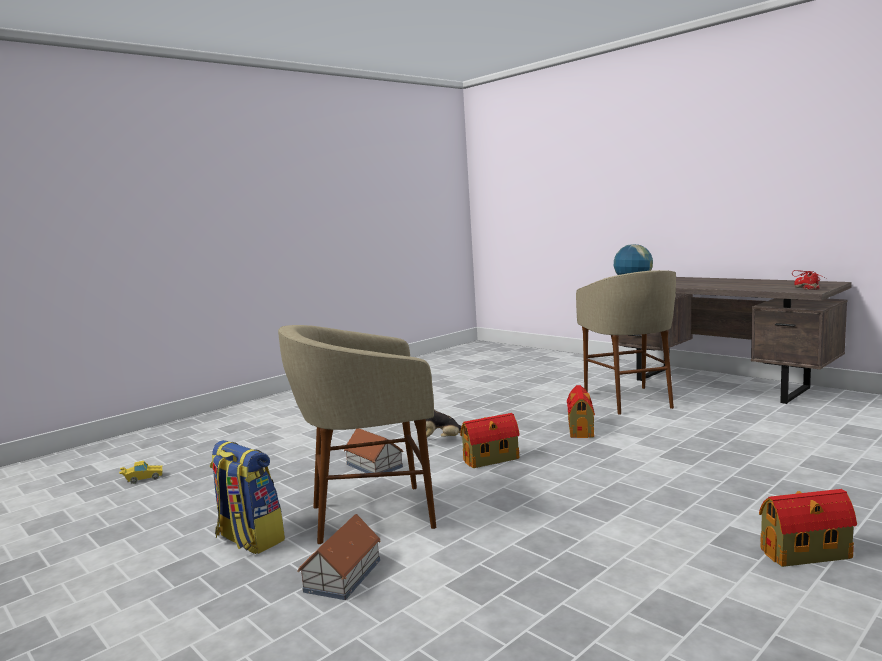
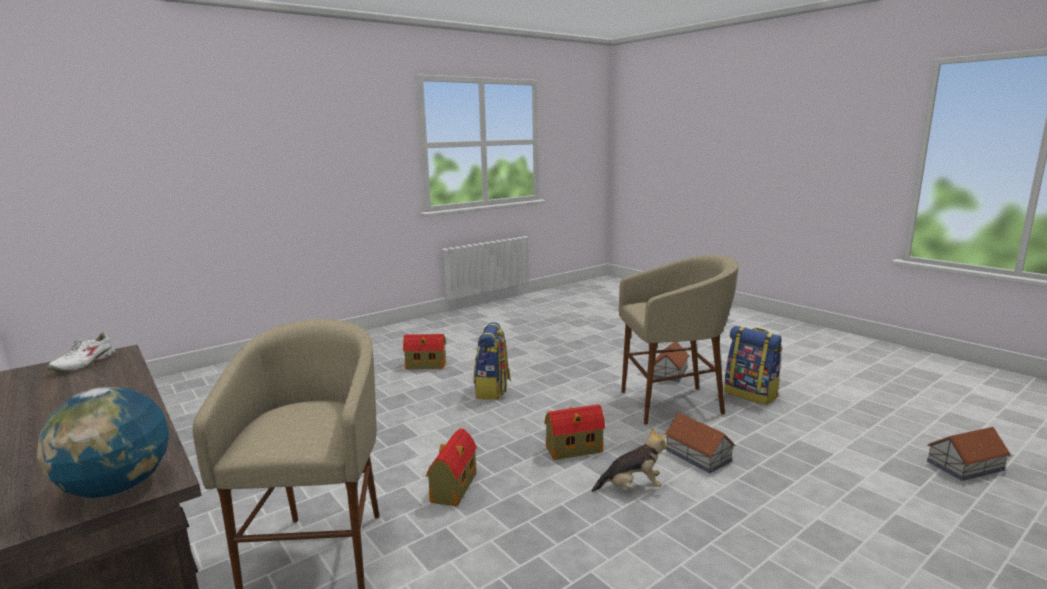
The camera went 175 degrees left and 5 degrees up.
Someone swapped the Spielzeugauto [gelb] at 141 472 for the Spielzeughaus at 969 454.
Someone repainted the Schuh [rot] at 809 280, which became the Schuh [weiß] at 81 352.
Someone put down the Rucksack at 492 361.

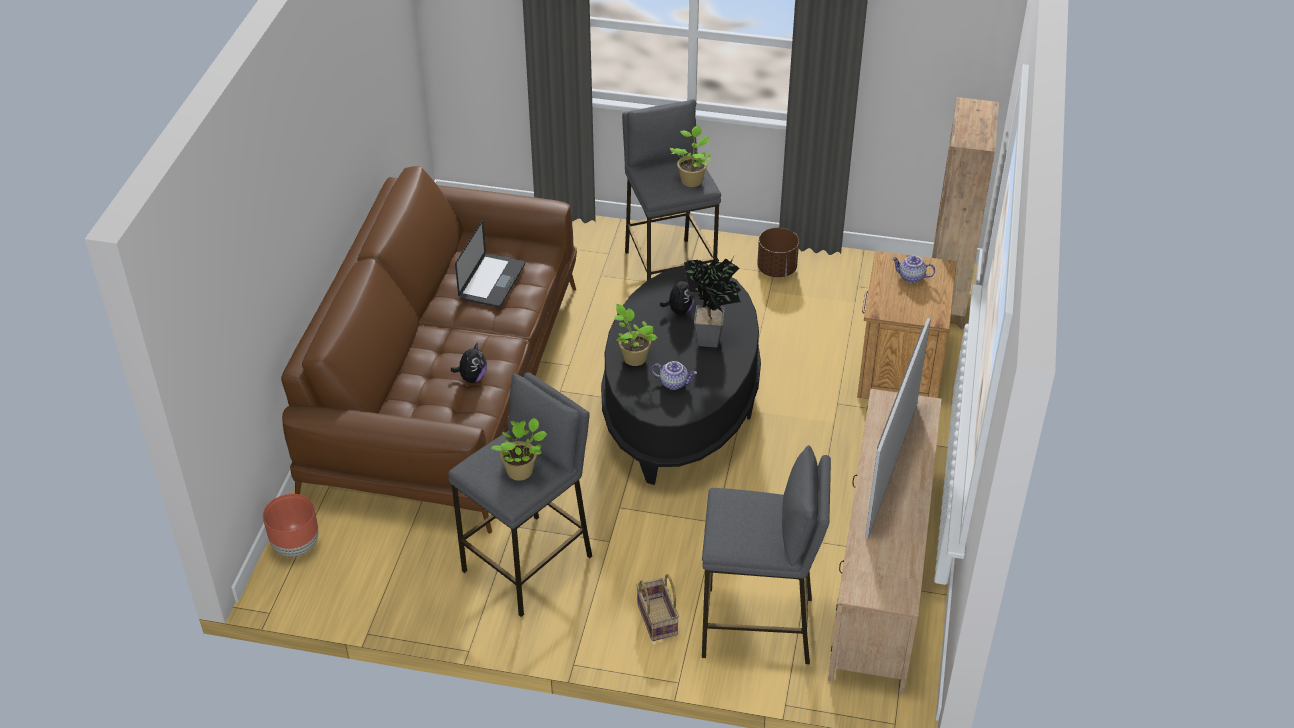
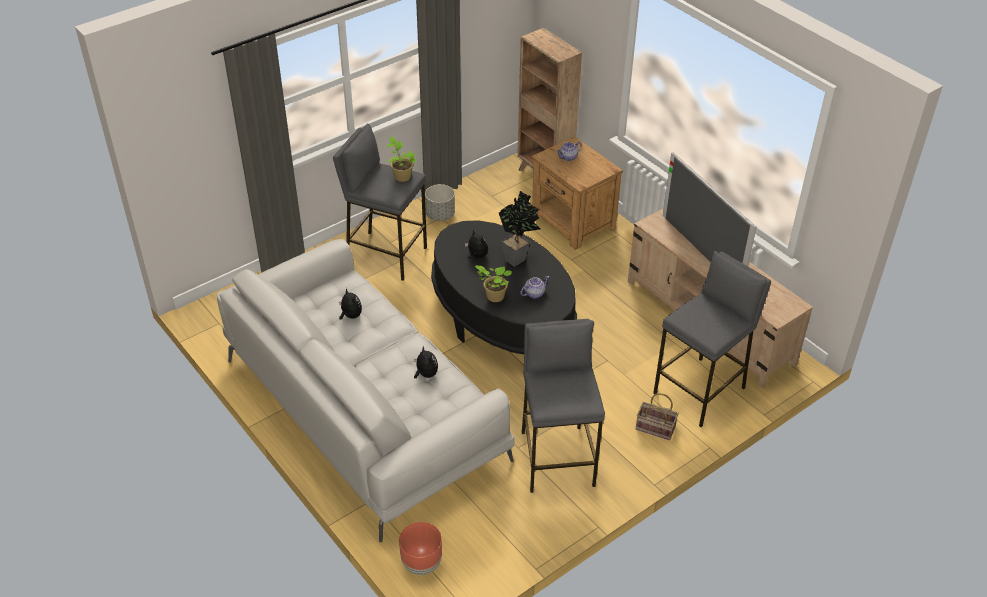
The camera went 50 degrees left and 0 degrees up.
Someone repainted the Sofa [braun] at 429 350, which became the Sofa [weiß] at 365 391.
Someone swapped the Laptop at 490 264 for the Plüschtier at 350 304.
Someone took away the Topfpflanze at 519 449.
Someone repainted the Pflanzkübel [braun] at 778 252, which became the Pflanzkübel [grau] at 440 202.

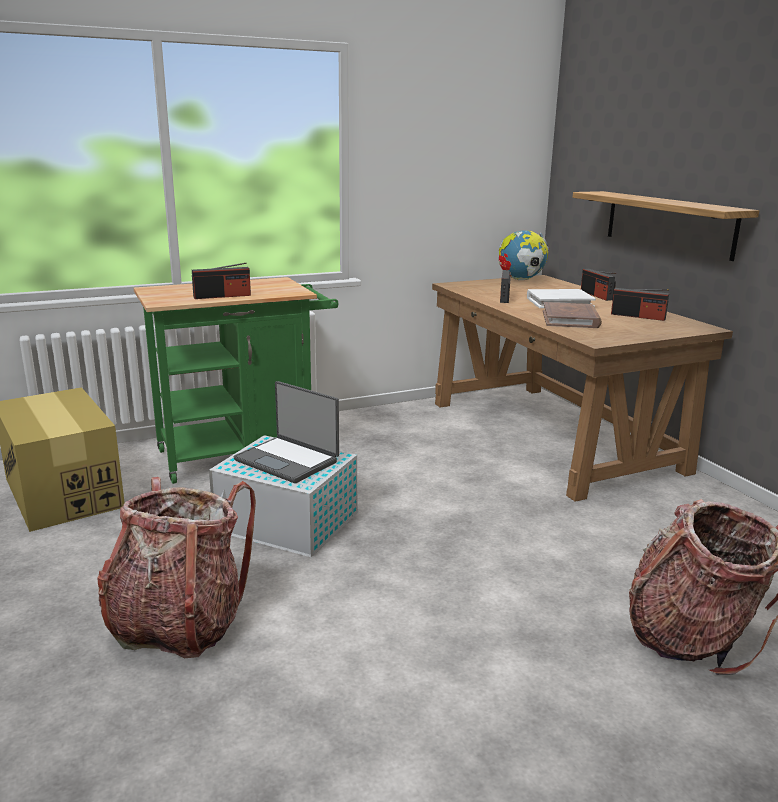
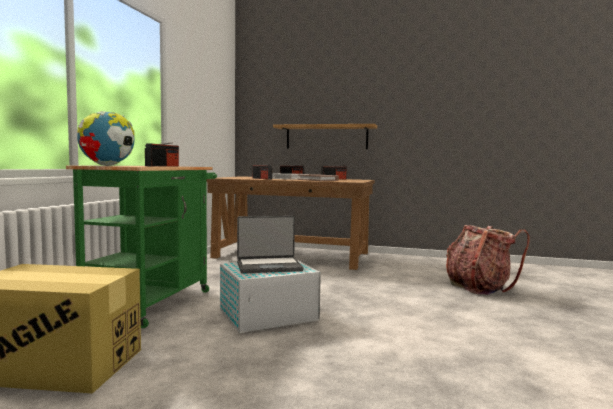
The camera went 50 degrees left and 15 degrees down.
Someone took away the Rucksack at 176 567.
Someone carried the Globus from 524 255 to 106 138.

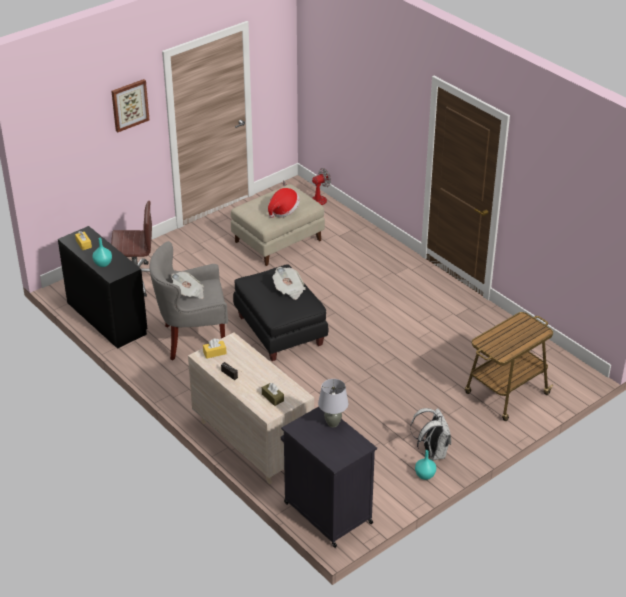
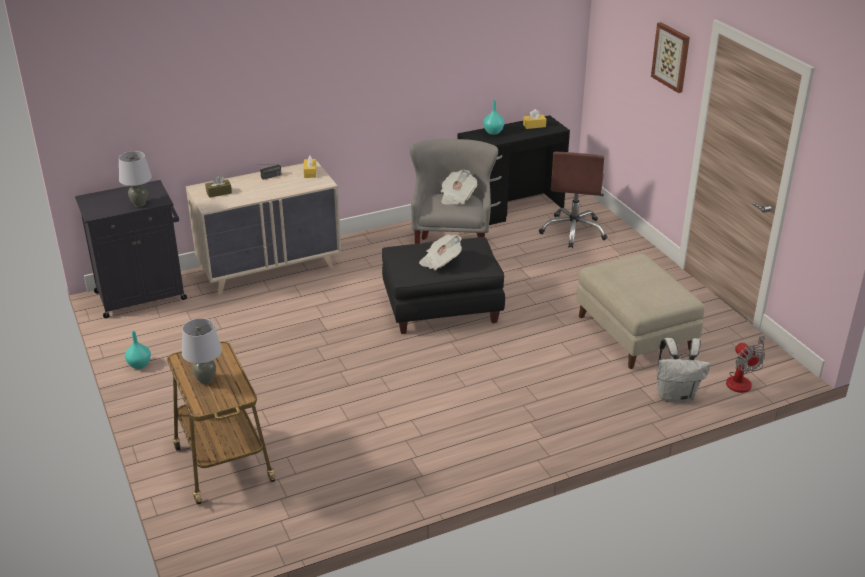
The camera went 105 degrees right and 5 degrees down.
Someone took away the Hut at 284 203.
Someone carried the Rucksack [weiß] from 430 434 to 683 370.
Someone put down the Tischlampe [grau] at 202 351.

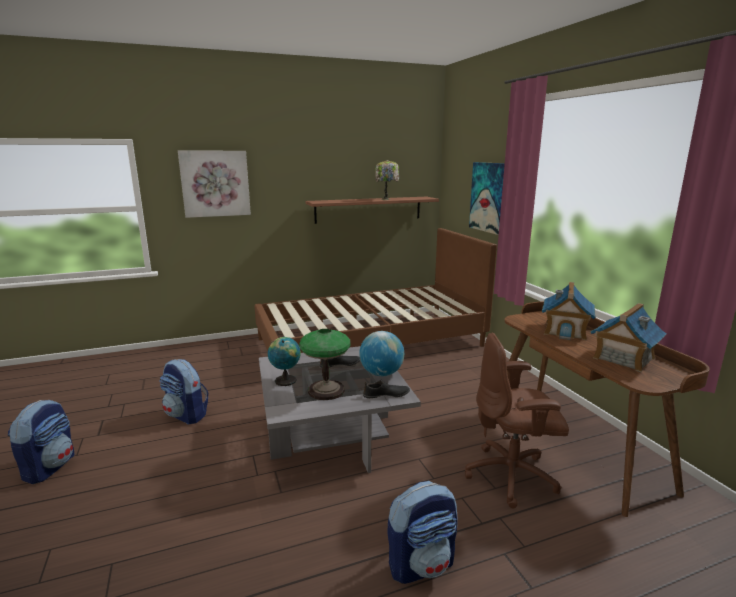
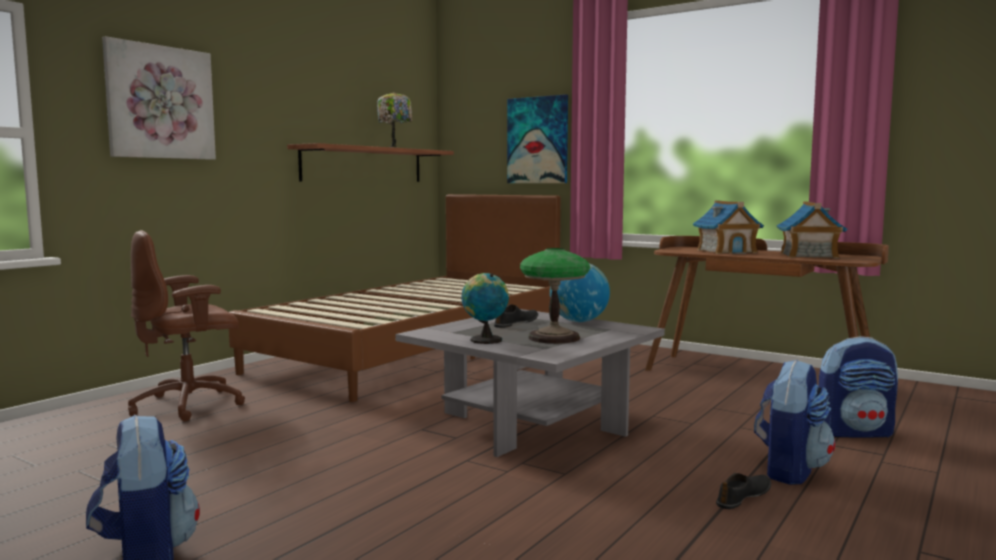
The camera went 35 degrees left and 10 degrees down.
Someone carried the Rucksack from 183 391 to 858 387.
Someone carried the Schuh [schwarz] from 386 389 to 743 491.
Someone carried the Bürostuhl [braun] from 517 421 to 186 325.

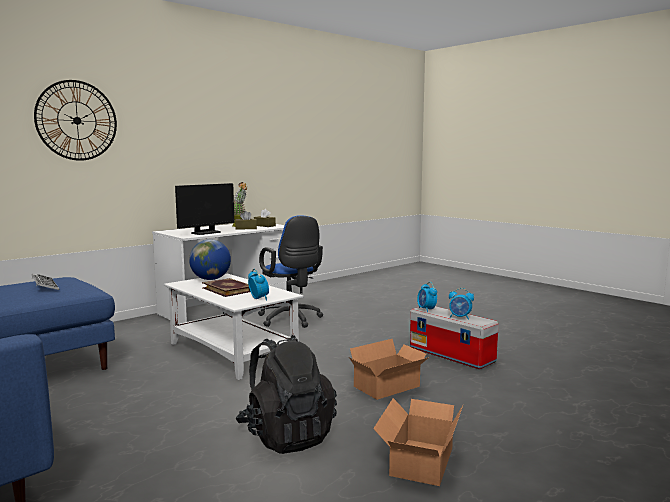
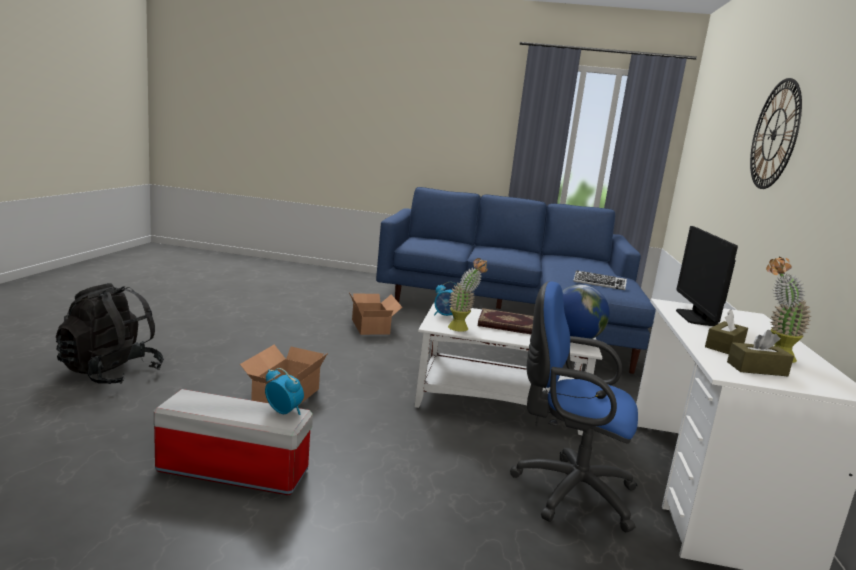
The camera went 140 degrees right and 5 degrees up.
Someone carried the Rucksack [schwarz] from 286 394 to 110 333.
Someone carried the Karton from 418 442 to 375 313.
Someone took away the Wecker at 461 304.
Someone put down the Topfpflanze at 467 294.

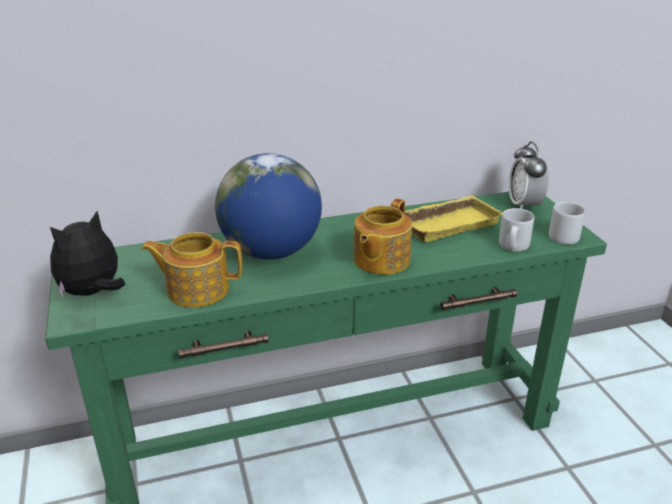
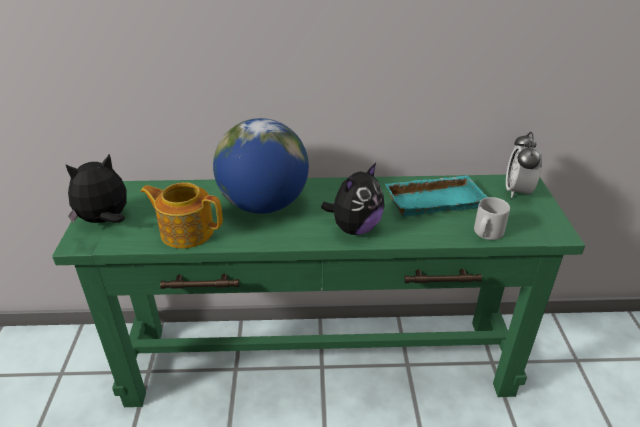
The camera went 15 degrees right and 5 degrees up.
Someone swapped the Teekanne at 383 236 for the Plüschtier at 353 199.
Someone repainted the Tablett [gelb] at 454 219, which became the Tablett [türkis] at 436 196.
Someone took away the Henkelbecher [grau] at 567 223.

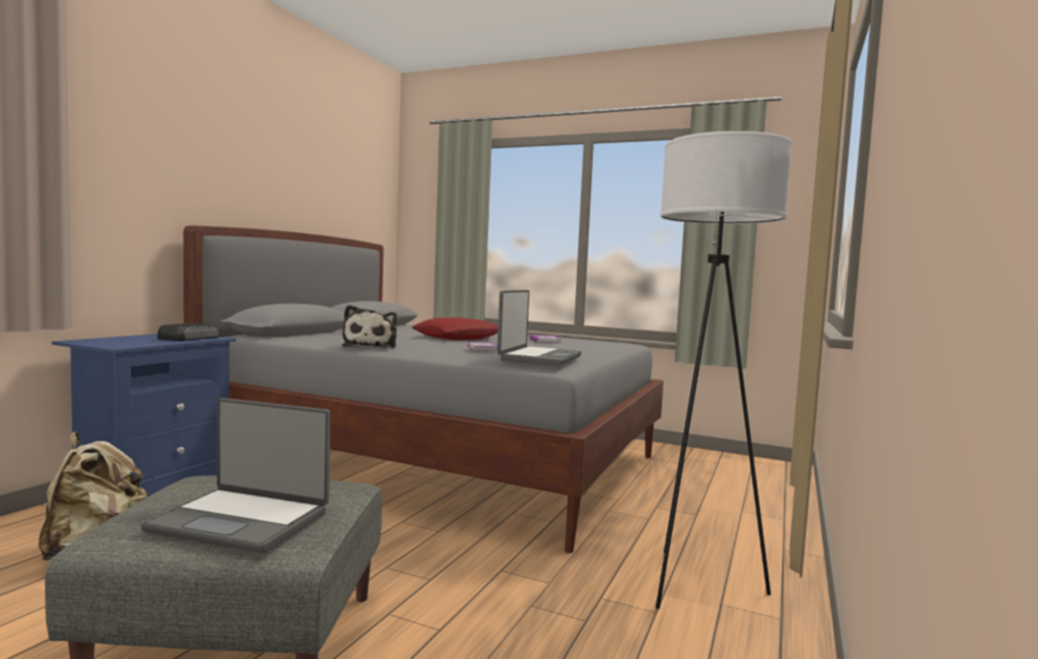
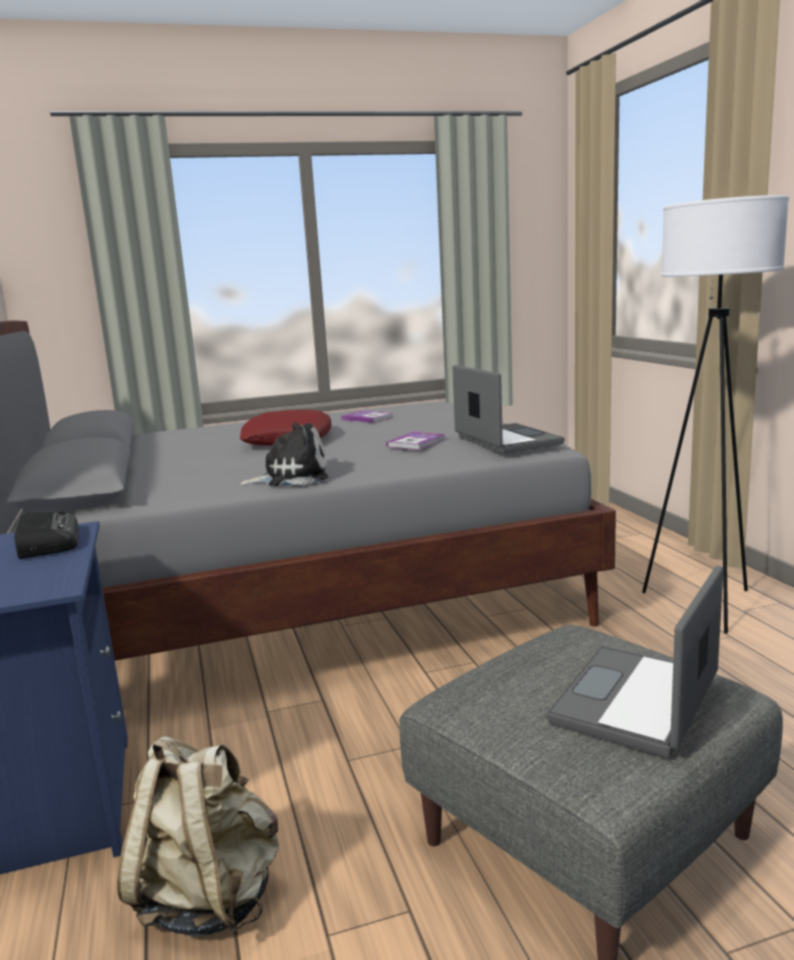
The camera went 40 degrees left and 10 degrees up.
Someone rotated the Laptop at 235 475 by 150 degrees clockwise.
Someone rotated the Plüschtier at 369 326 by 60 degrees counterclockwise.

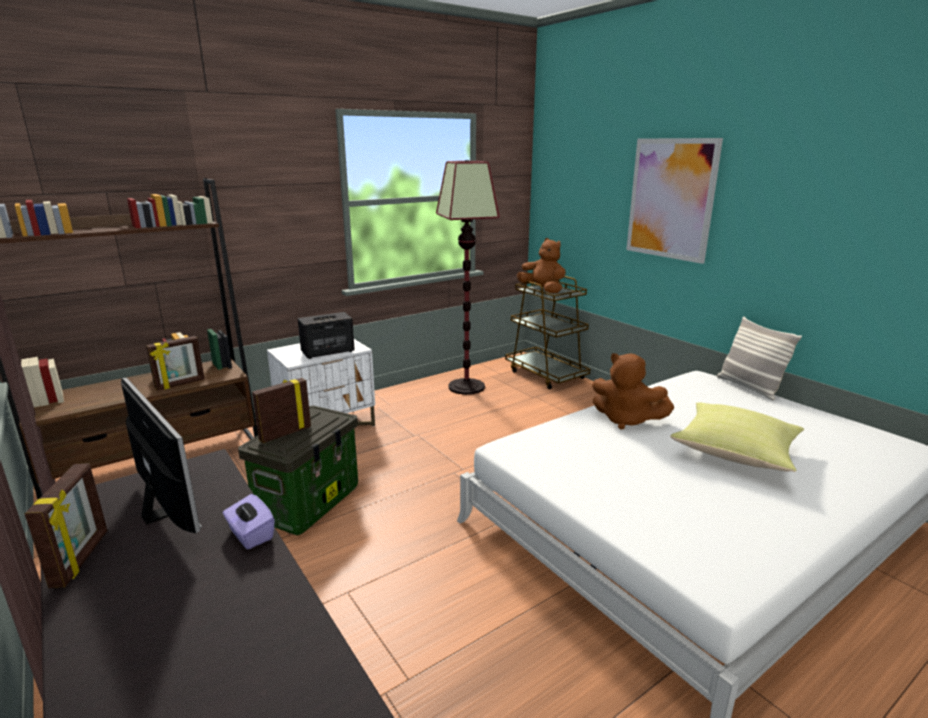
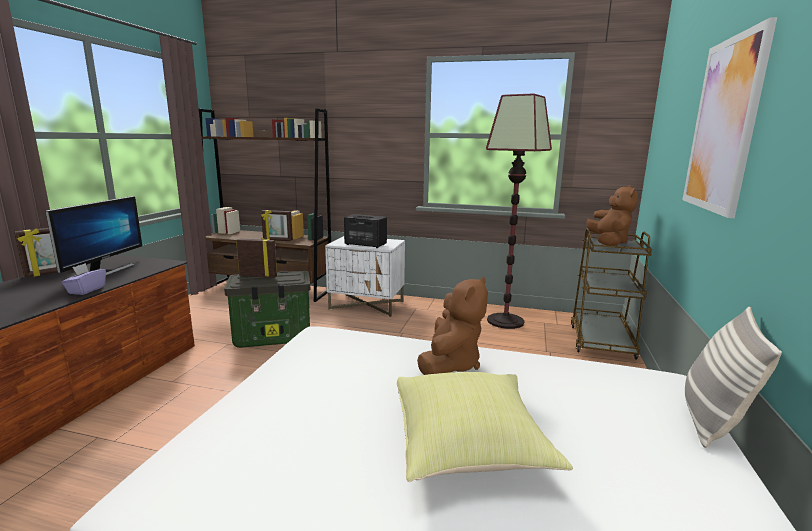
The camera went 50 degrees right and 5 degrees down.
Someone rotated the Plüschtier [braun] at 633 391 by 150 degrees counterclockwise.

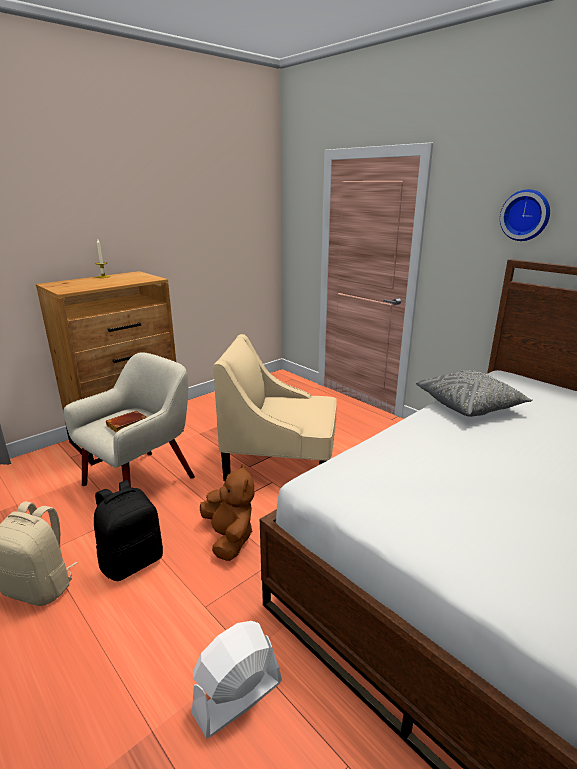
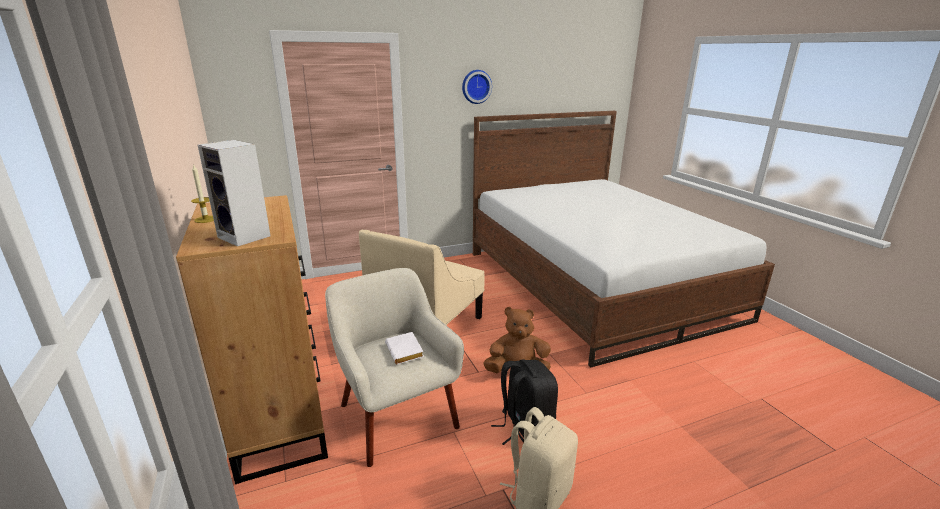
The camera went 70 degrees left and 0 degrees up.
Someone repainted the Buch [braun] at 126 422, which became the Buch [weiß] at 404 348.
Someone took away the Ventilator [weiß] at 237 679.
Someone took away the Kissen [grau] at 474 393.
Someone put down the Lautsprecher at 234 193.

